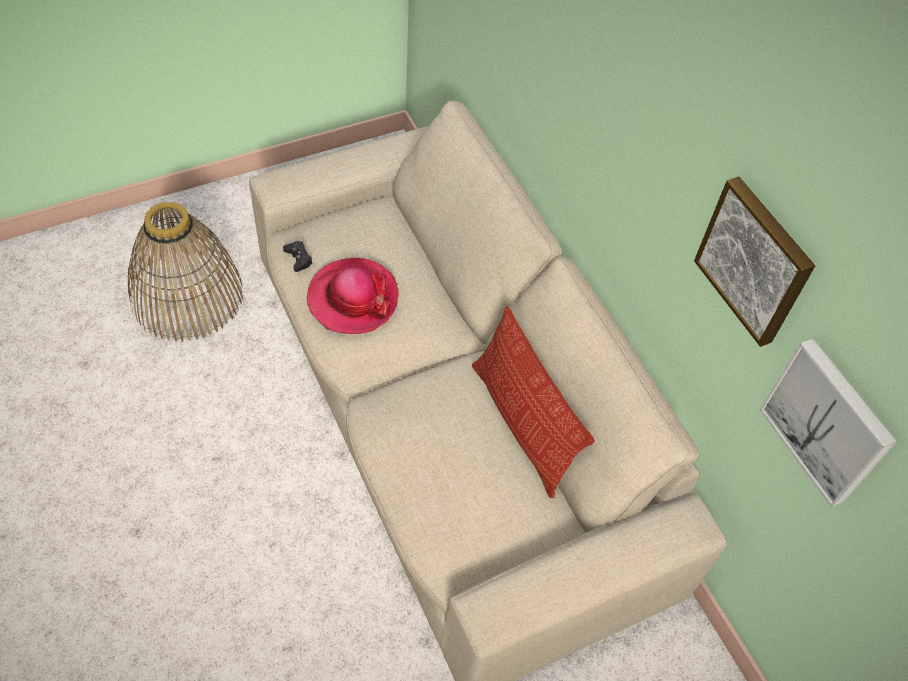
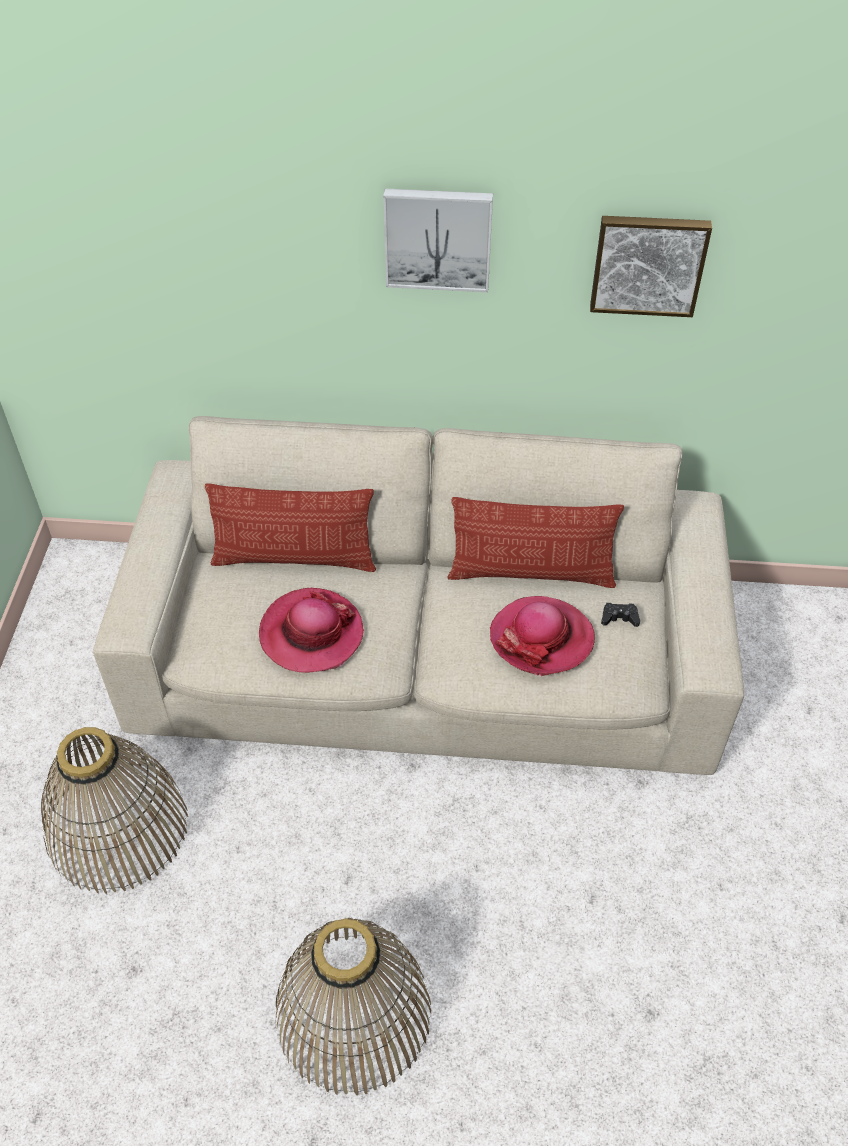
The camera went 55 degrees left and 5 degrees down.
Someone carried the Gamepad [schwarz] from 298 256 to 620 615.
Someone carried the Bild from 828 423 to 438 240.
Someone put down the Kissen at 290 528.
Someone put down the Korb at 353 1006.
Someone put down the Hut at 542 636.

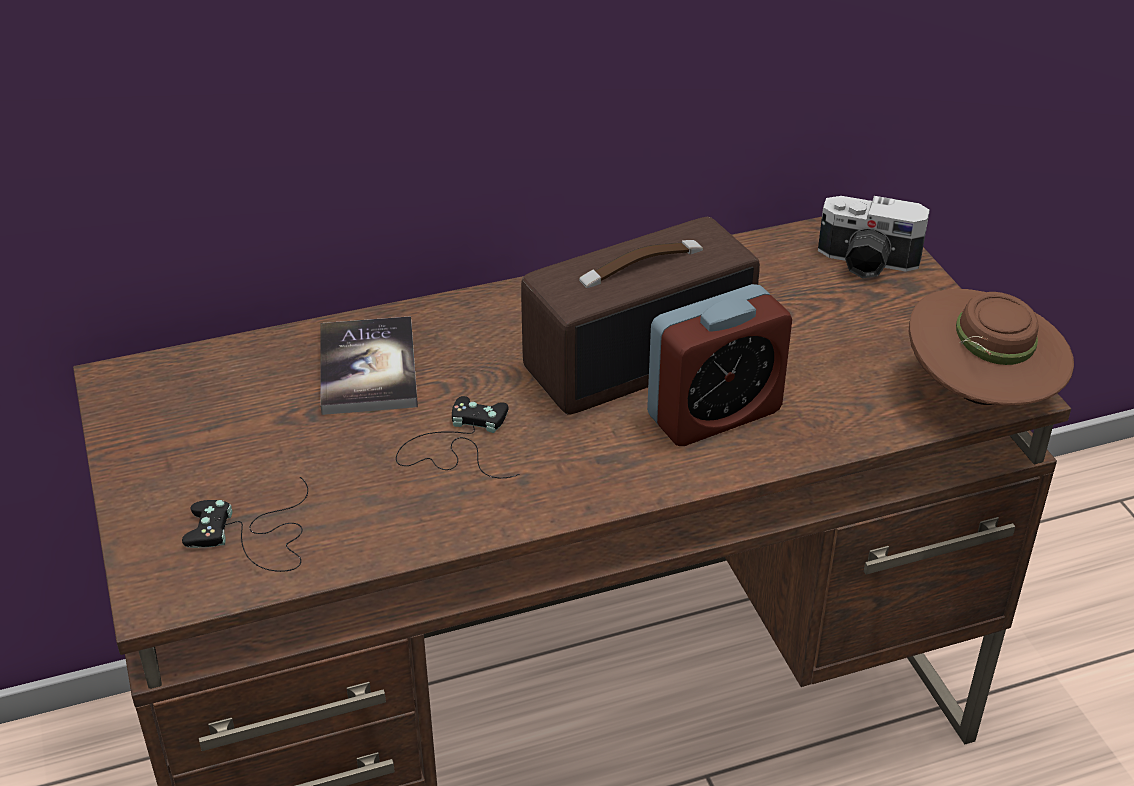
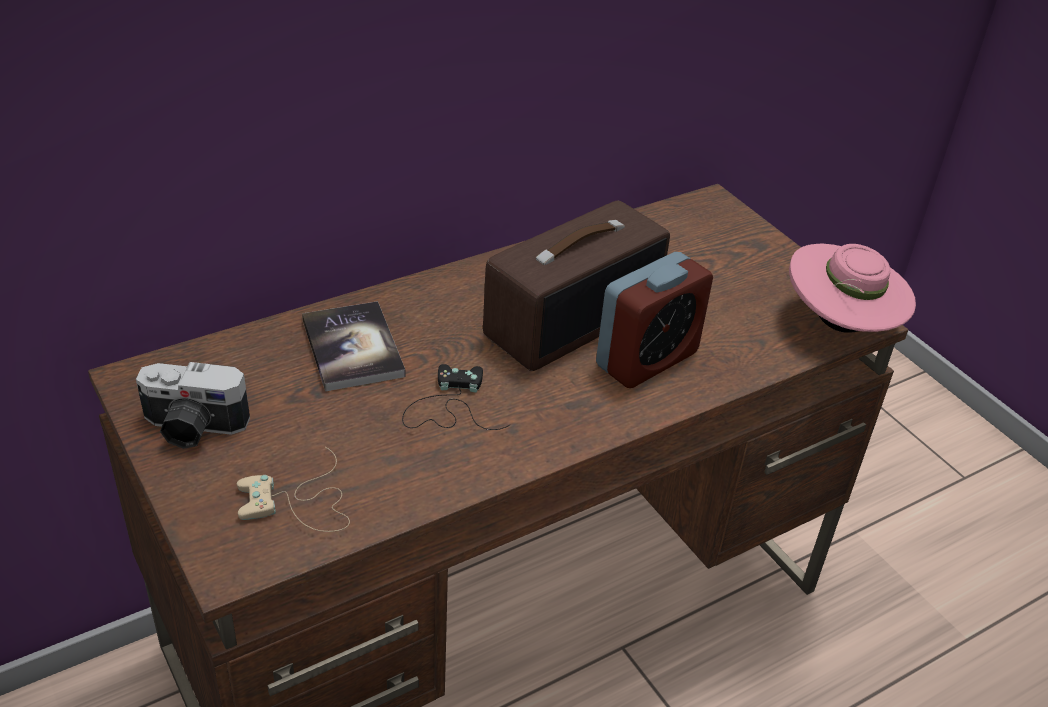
The camera went 15 degrees left and 0 degrees up.
Someone repainted the Gamepad [schwarz] at 245 524, which became the Gamepad [beige] at 293 489.
Someone carried the Kamera from 874 237 to 193 405.
Someone repainted the Hut [braun] at 991 347, which became the Hut [rosa] at 852 288.

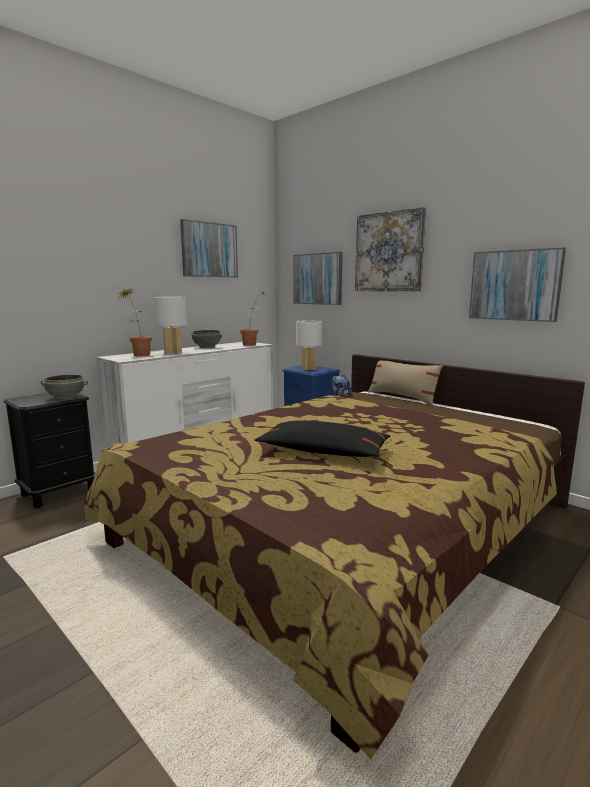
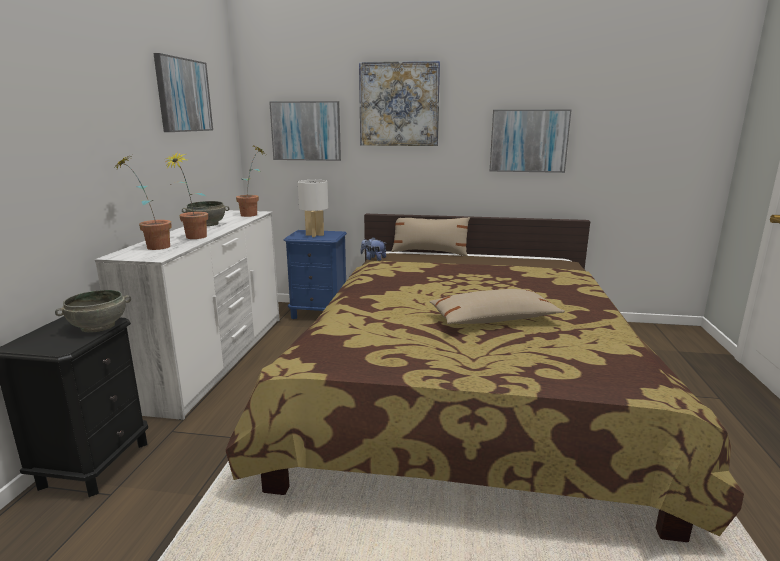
The camera went 35 degrees left and 5 degrees up.
Someone swapped the Tischlampe [weiß] at 171 325 for the Topfpflanze at 186 195.
Someone repainted the Kissen [schwarz] at 322 438, which became the Kissen [beige] at 497 306.

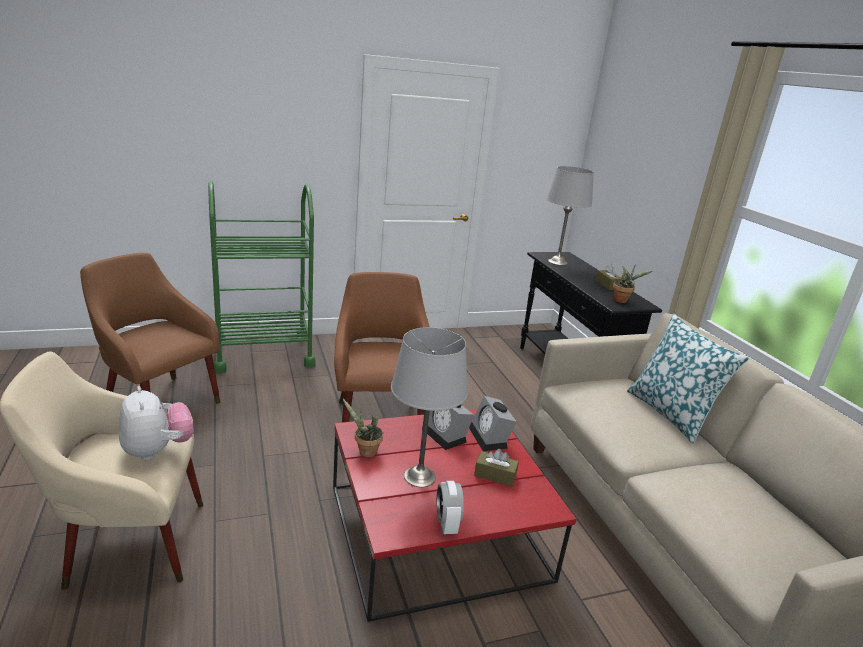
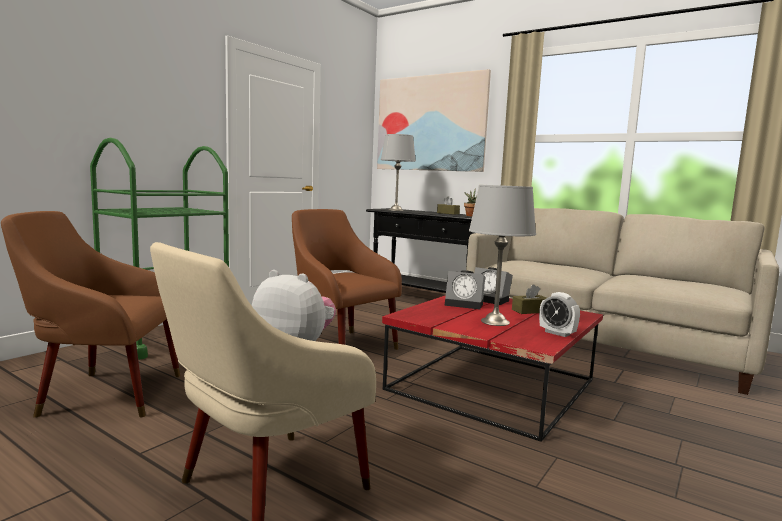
The camera went 35 degrees left and 15 degrees down.
Someone took away the Topfpflanze at 363 428.
Someone took away the Kissen at 688 379.
Someone put up the Bild at 434 120.

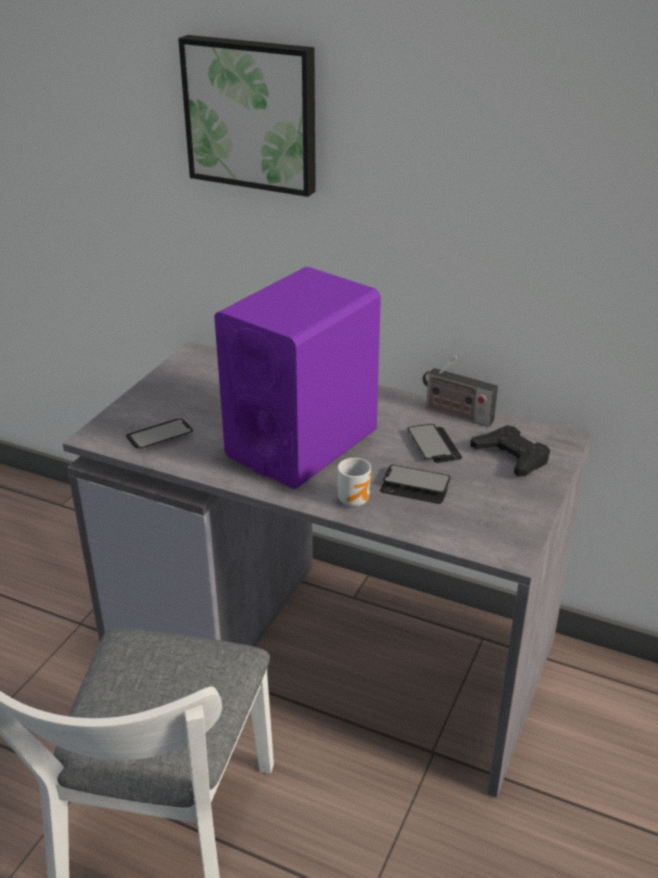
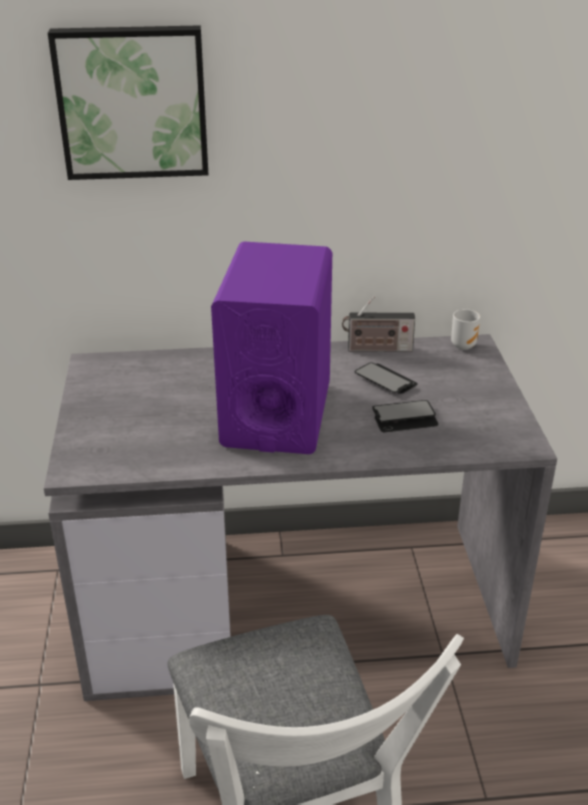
The camera went 30 degrees left and 0 degrees up.
Someone took away the Handy at 159 433.
Someone carried the Henkelbecher from 354 483 to 465 329.
Someone took away the Gamepad [schwarz] at 510 451.

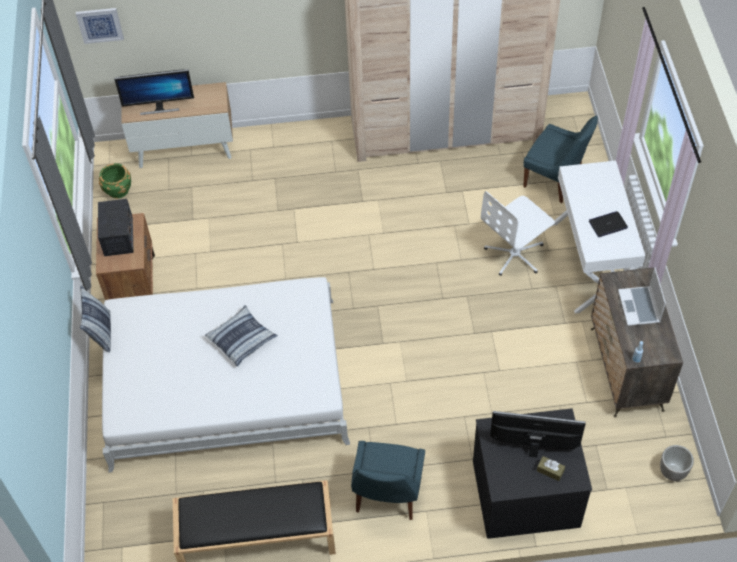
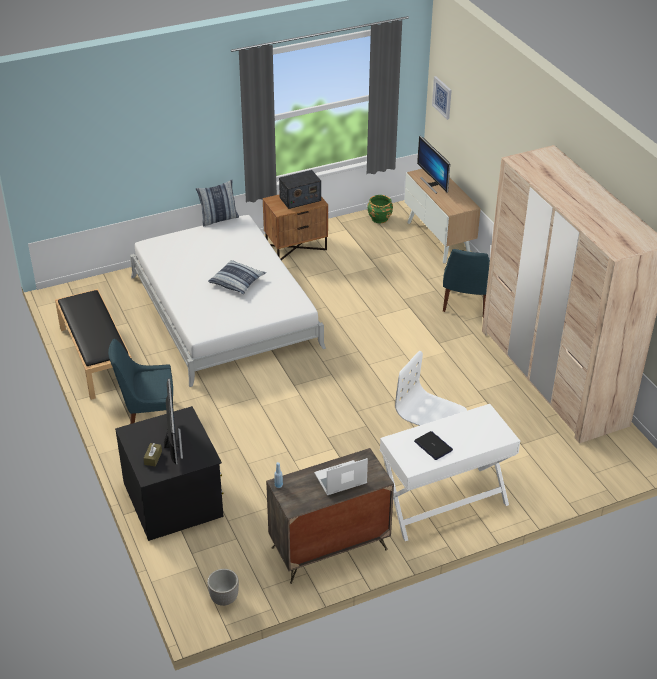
The camera went 70 degrees right and 15 degrees down.
Someone carried the Stuhl [blau] from 560 159 to 466 283.

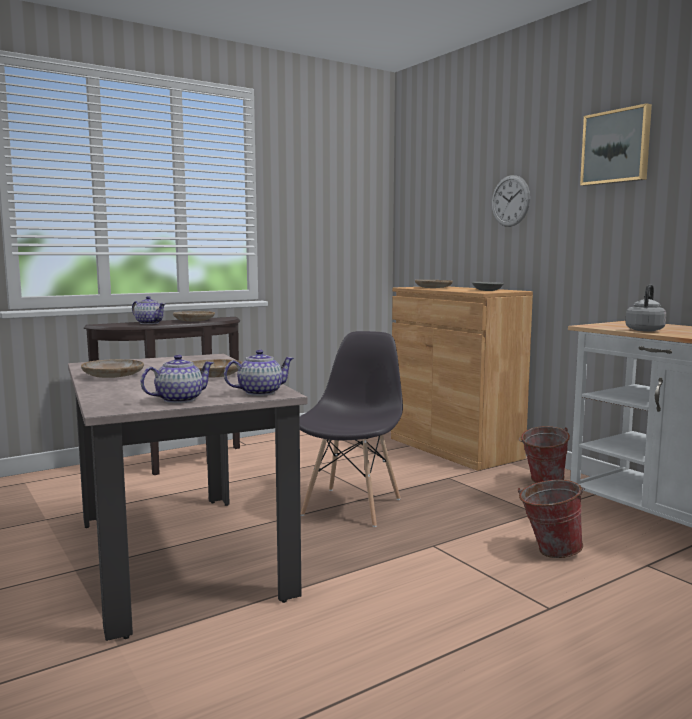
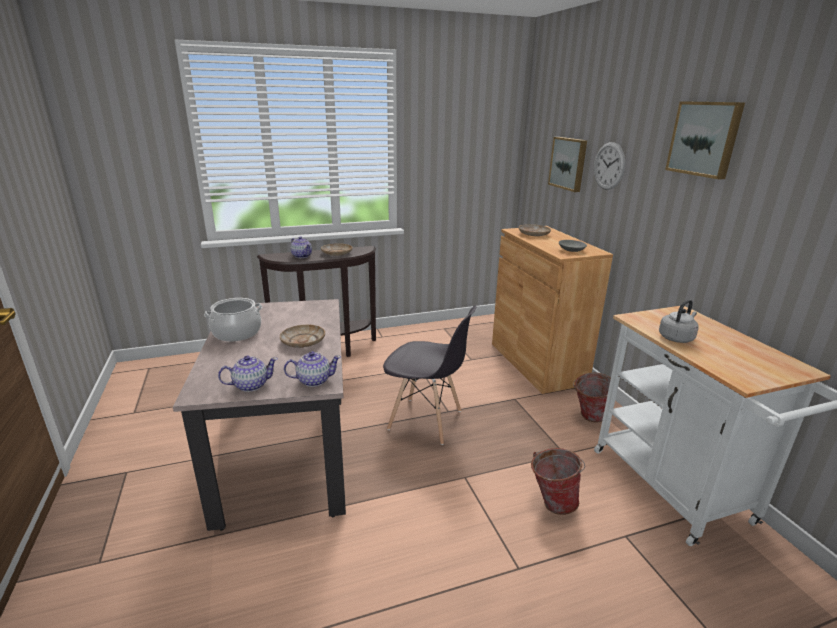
The camera went 15 degrees right and 15 degrees up.
Someone swapped the Teller [beige] at 112 368 for the Kochtopf at 233 320.
Someone rotated the Stuhl [grau] at 351 429 by 75 degrees clockwise.
Someone put up the Bild at 567 164.

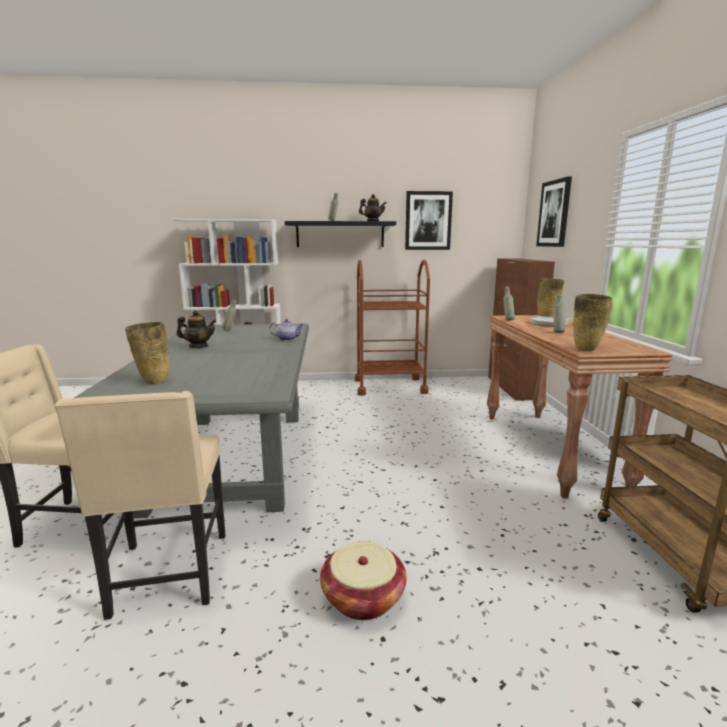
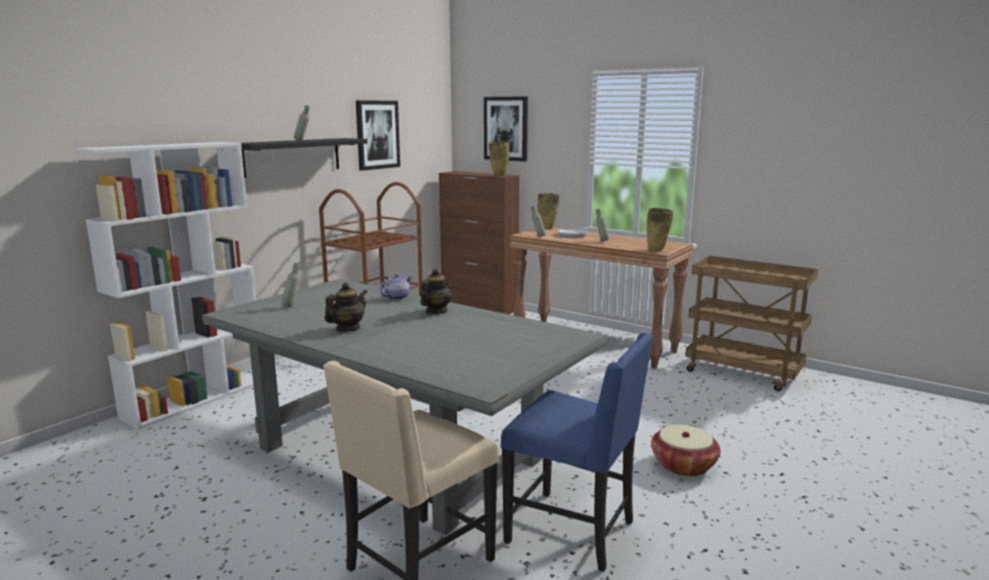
The camera went 50 degrees left and 0 degrees up.
Someone repainted the Stuhl [beige] at 139 505, which became the Stuhl [blau] at 577 452.
Someone carried the Vase [beige] from 147 353 to 499 158.
Someone carried the Teekanne from 373 207 to 436 291.

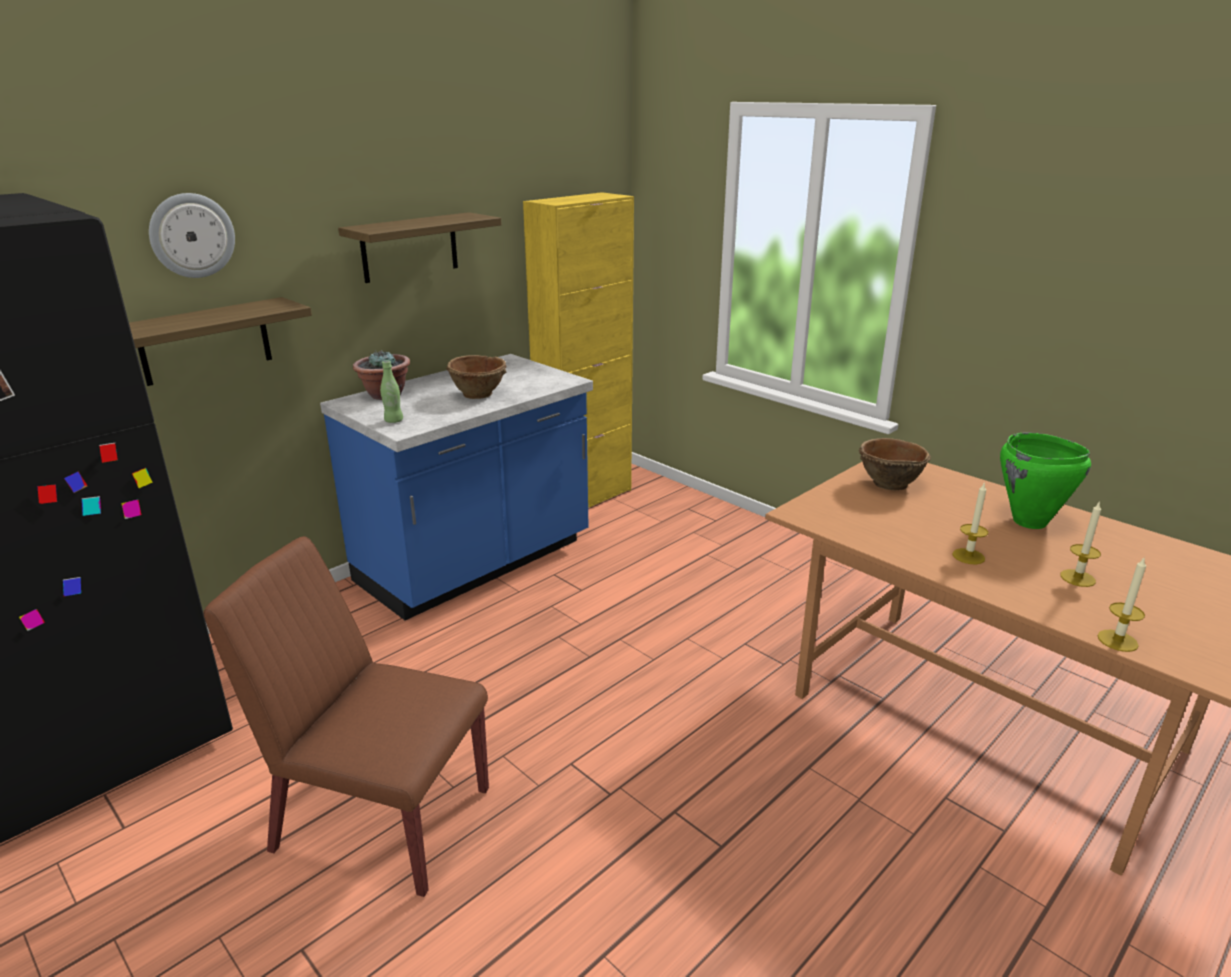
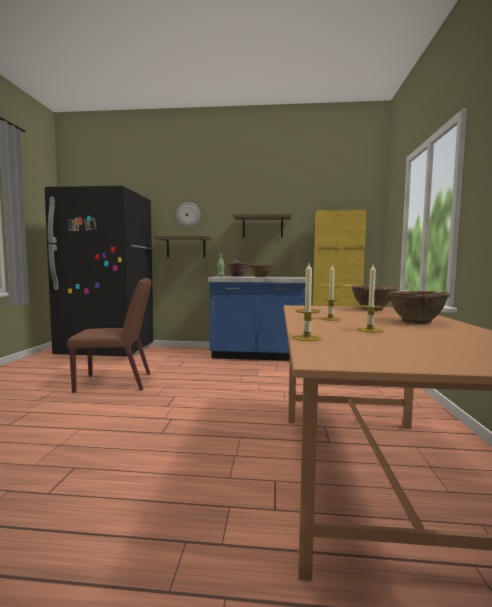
The camera went 50 degrees right and 20 degrees down.
Someone rotated the Stuhl [braun] at 346 716 by 105 degrees clockwise.
Someone swapped the Kochtopf [grün] at 1045 481 for the Schüssel [braun] at 418 307.

